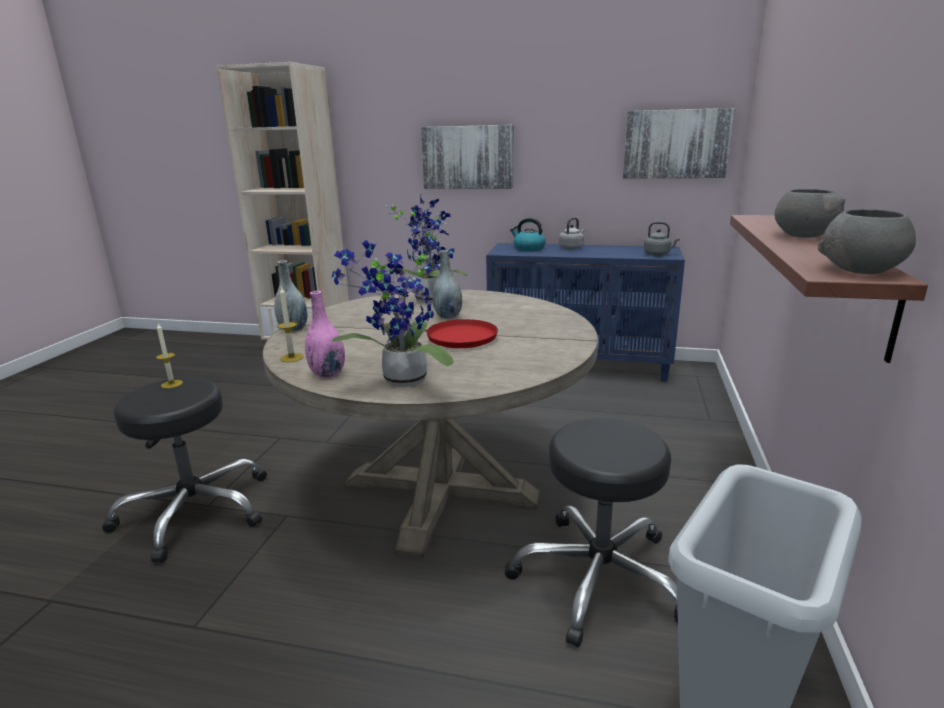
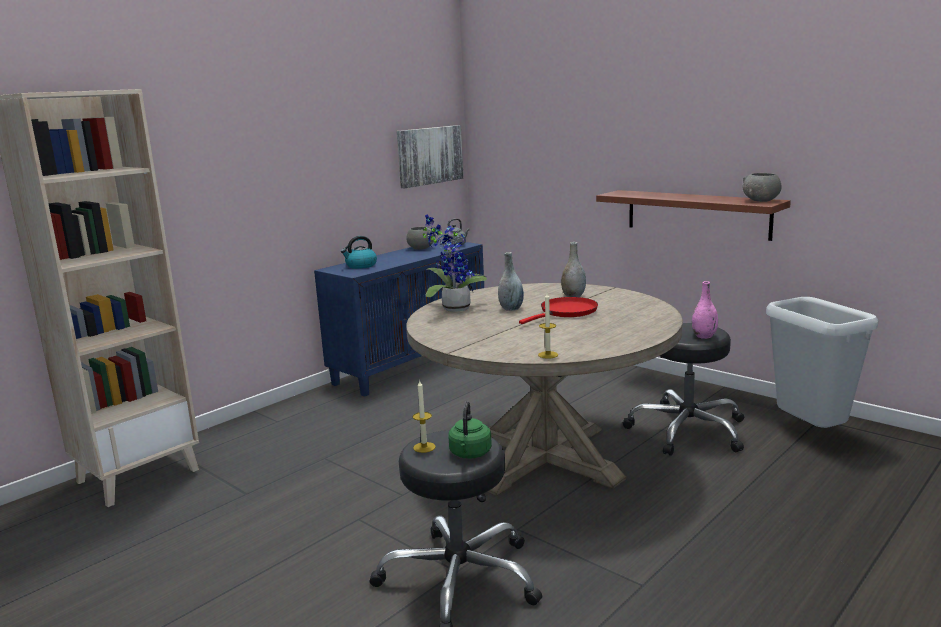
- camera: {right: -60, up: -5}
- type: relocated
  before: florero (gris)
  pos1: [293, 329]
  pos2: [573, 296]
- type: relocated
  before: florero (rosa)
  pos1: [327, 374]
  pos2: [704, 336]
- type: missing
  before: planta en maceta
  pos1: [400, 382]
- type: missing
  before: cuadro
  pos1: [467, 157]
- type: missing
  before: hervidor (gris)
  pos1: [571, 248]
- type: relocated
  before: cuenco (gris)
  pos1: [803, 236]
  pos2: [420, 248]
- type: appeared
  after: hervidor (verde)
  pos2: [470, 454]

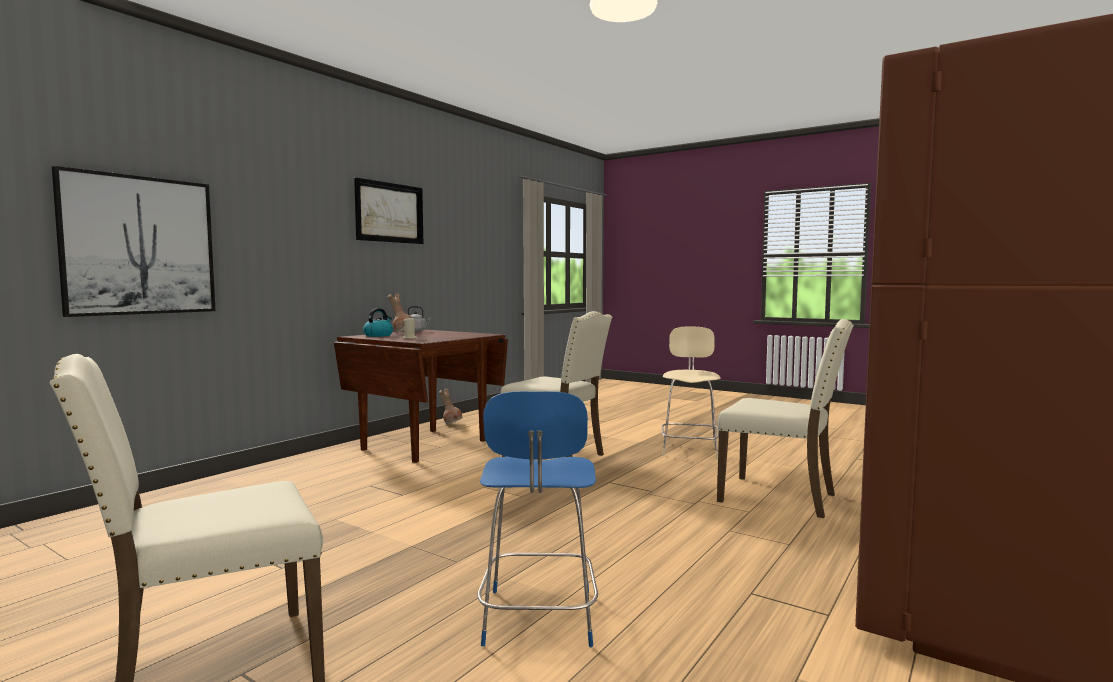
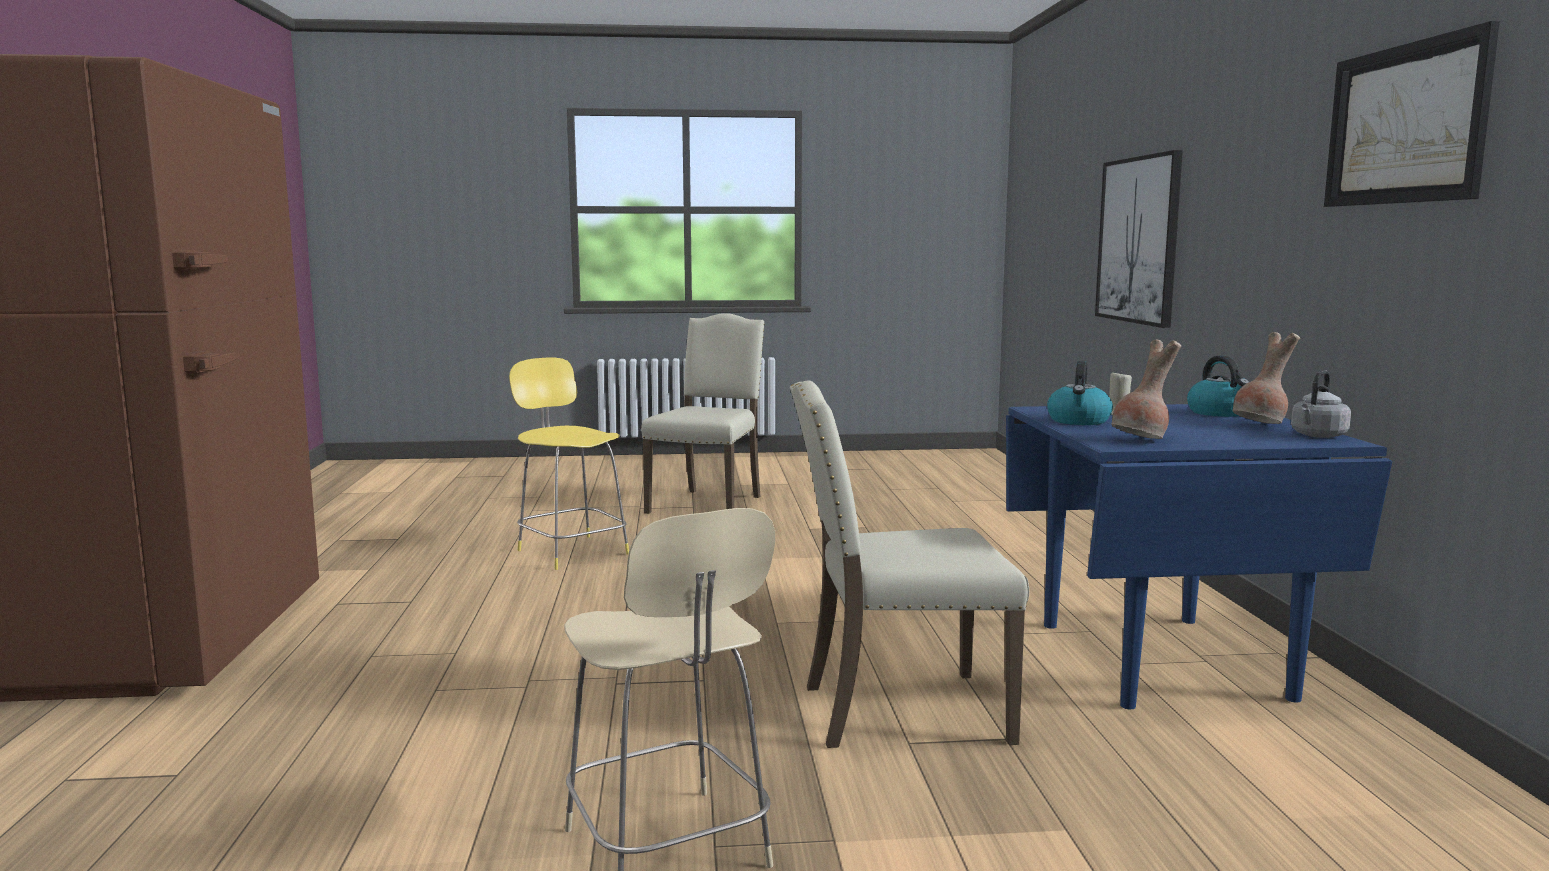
- camera: {right: 140, up: 5}
- type: colour
  before: mesa de comedor (marrón)
  after: mesa de comedor (azul)
  pos1: [425, 445]
  pos2: [1159, 659]
- type: relocated
  before: florero (marrón)
  pos1: [452, 424]
  pos2: [1141, 440]
- type: colour
  before: taburete (azul)
  after: taburete (amarillo)
  pos1: [538, 620]
  pos2: [571, 551]
- type: missing
  before: silla (beis)
  pos1: [780, 497]
- type: appeared
  after: hervidor
  pos2: [1079, 421]

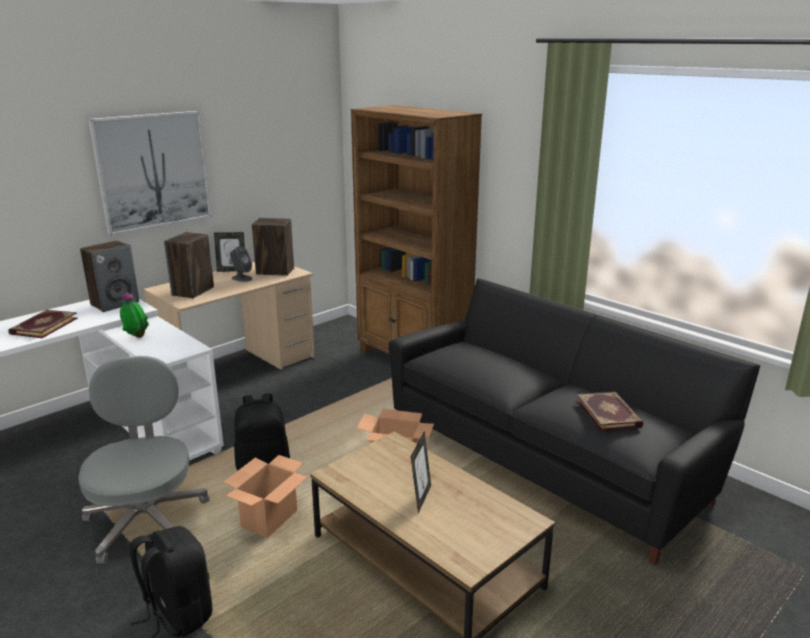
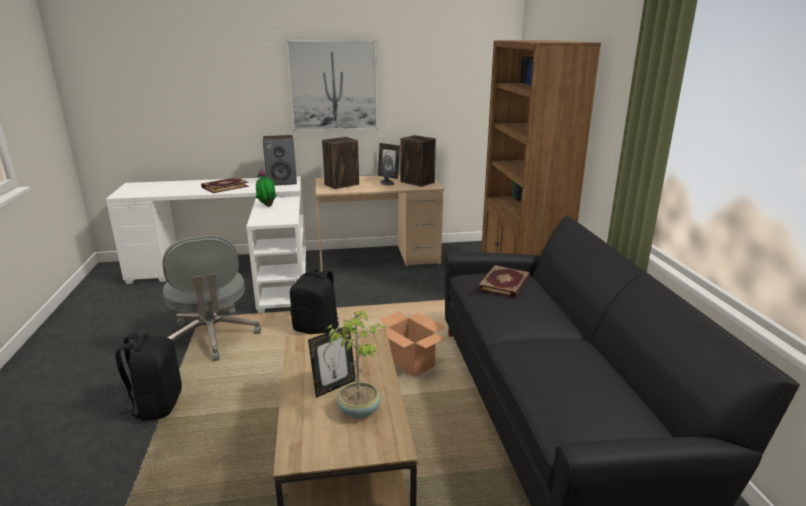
- camera: {right: 35, up: 0}
- type: spun
  before: silla de oficina (gris)
  pos1: [147, 520]
  pos2: [212, 337]
  turn: 135
- type: missing
  before: caja de cartón
  pos1: [269, 519]
- type: relocated
  before: libro
  pos1: [609, 413]
  pos2: [505, 284]
- type: appeared
  after: planta en maceta
  pos2: [359, 409]

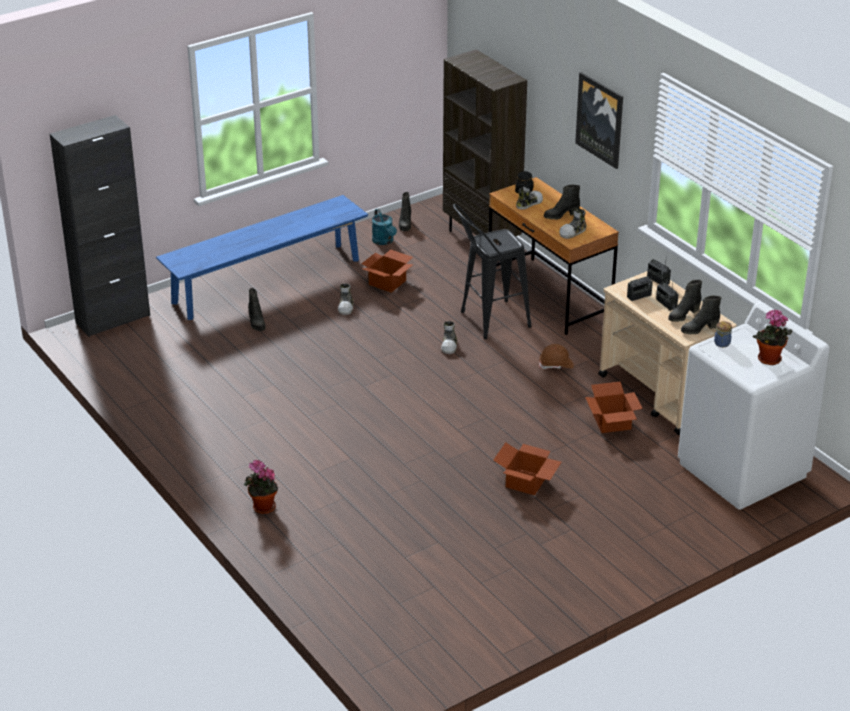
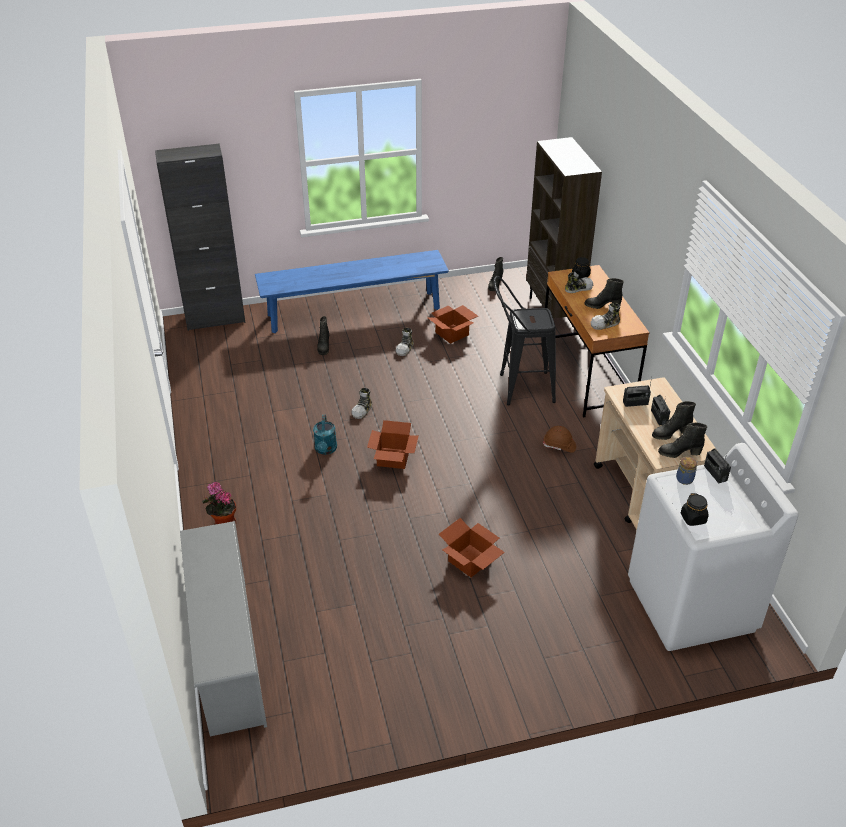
- camera: {right: 20, up: 5}
- type: relocated
  before: regadera (turquesa)
  pos1: [384, 241]
  pos2: [325, 450]
- type: relocated
  before: zapato
  pos1: [449, 345]
  pos2: [363, 410]
- type: missing
  before: cuadro
  pos1: [600, 119]
- type: relocated
  before: caja de cartón
  pos1: [611, 423]
  pos2: [392, 458]
- type: relocated
  before: radio
  pos1: [658, 280]
  pos2: [715, 473]
- type: missing
  before: planta en maceta
  pos1: [769, 360]
- type: appeared
  after: zapatero (gris)
  pos2: [227, 654]
- type: appeared
  after: tarro (negro)
  pos2: [693, 518]

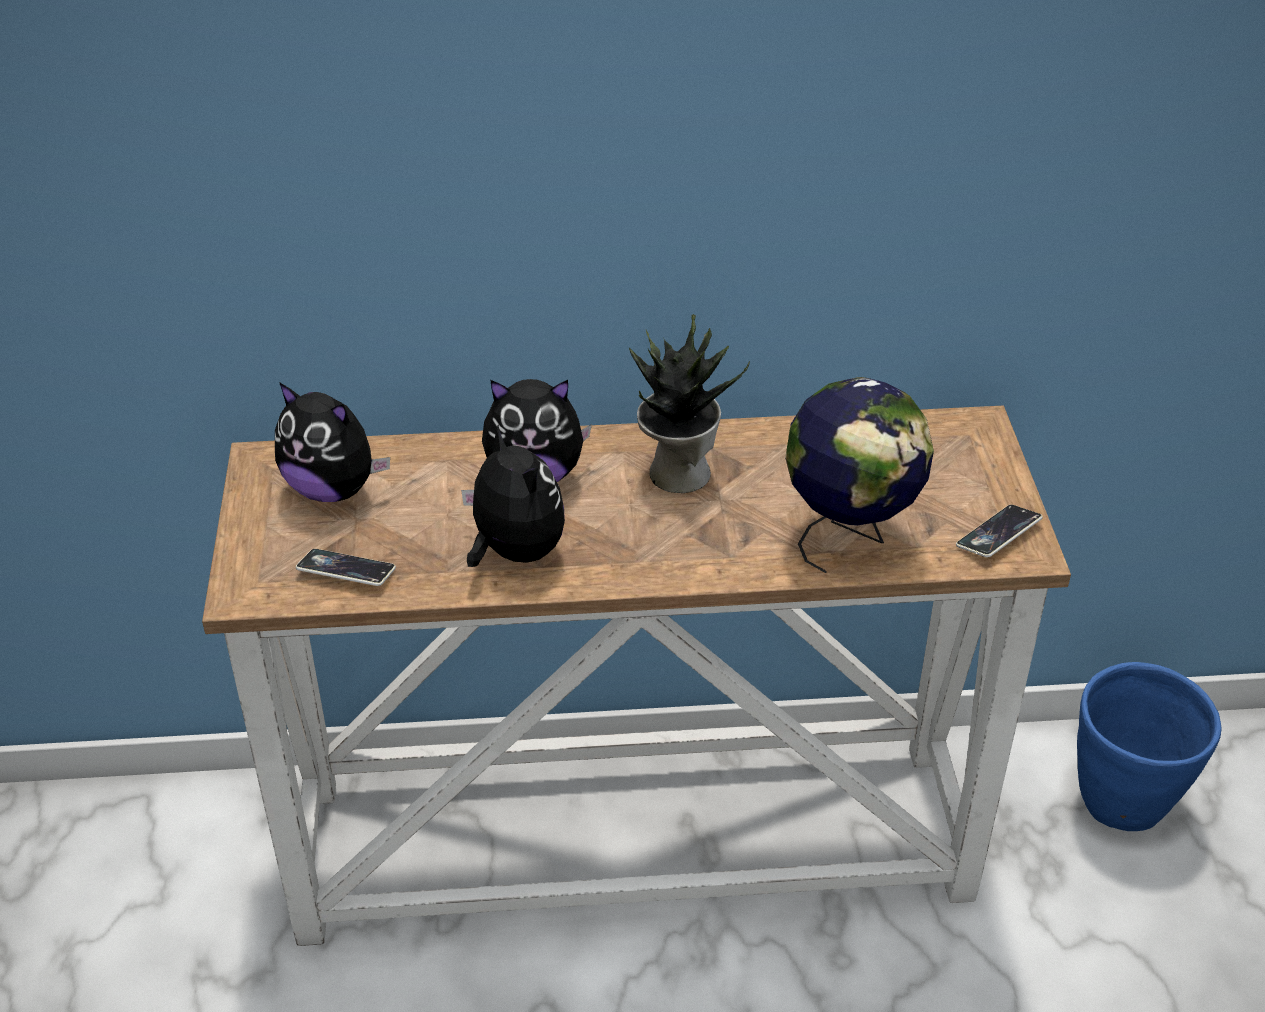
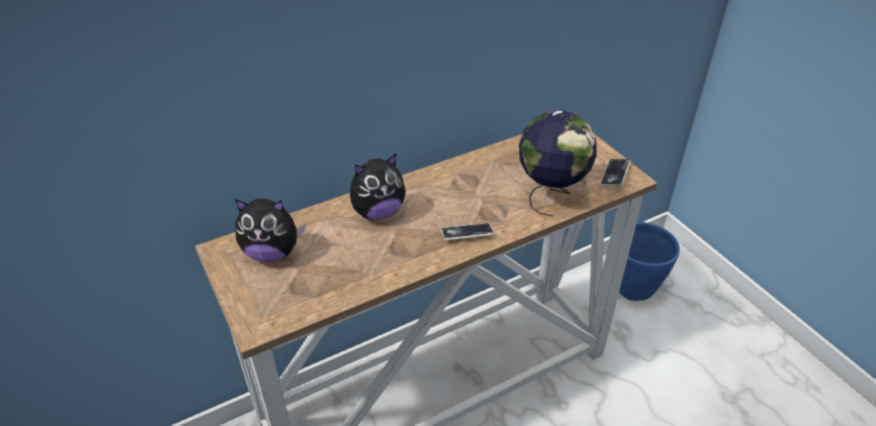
- camera: {right: -25, up: 0}
- type: relocated
  before: móvil
  pos1: [346, 572]
  pos2: [467, 234]
- type: missing
  before: peluche
  pos1: [514, 552]
- type: missing
  before: planta en maceta
  pos1: [677, 472]

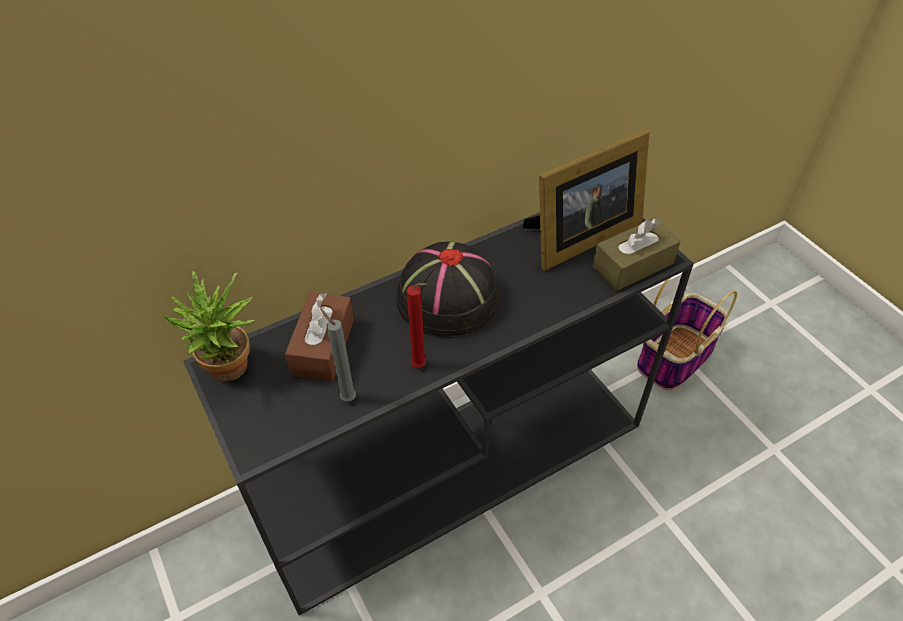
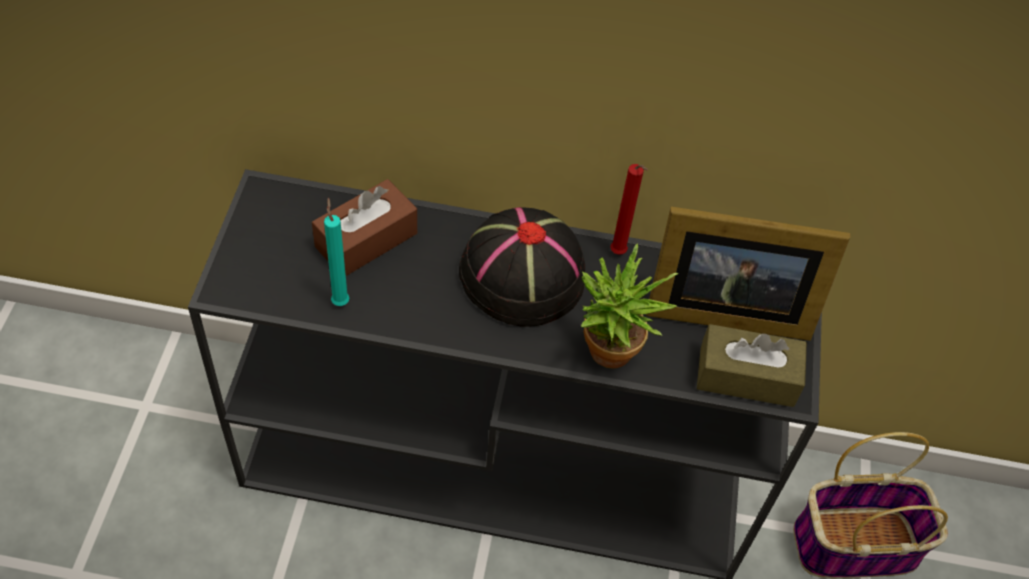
- camera: {right: 35, up: 5}
- type: relocated
  before: planta en maceta
  pos1: [230, 372]
  pos2: [608, 358]
- type: colour
  before: vela (gris)
  after: vela (turquesa)
  pos1: [346, 397]
  pos2: [340, 300]
- type: relocated
  before: vela (rojo)
  pos1: [421, 366]
  pos2: [619, 254]

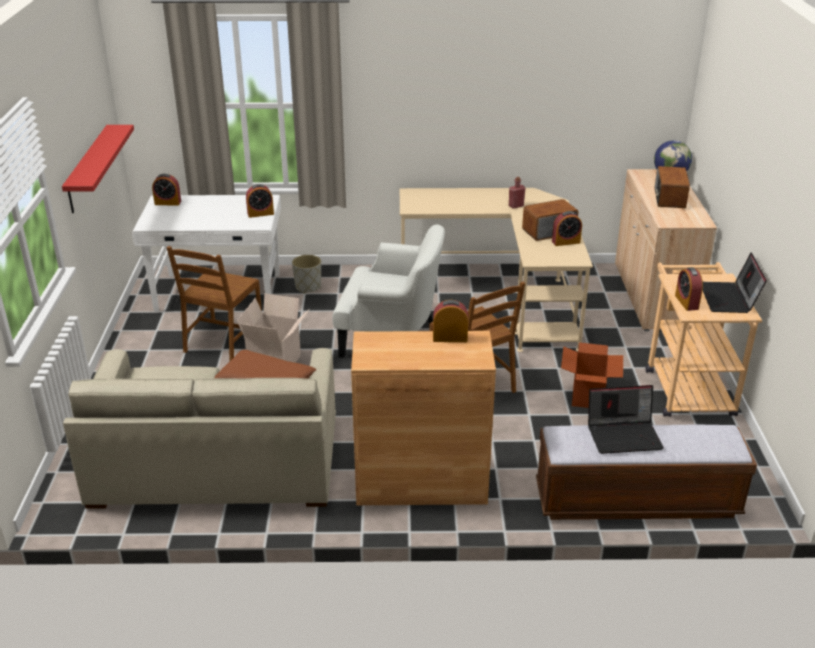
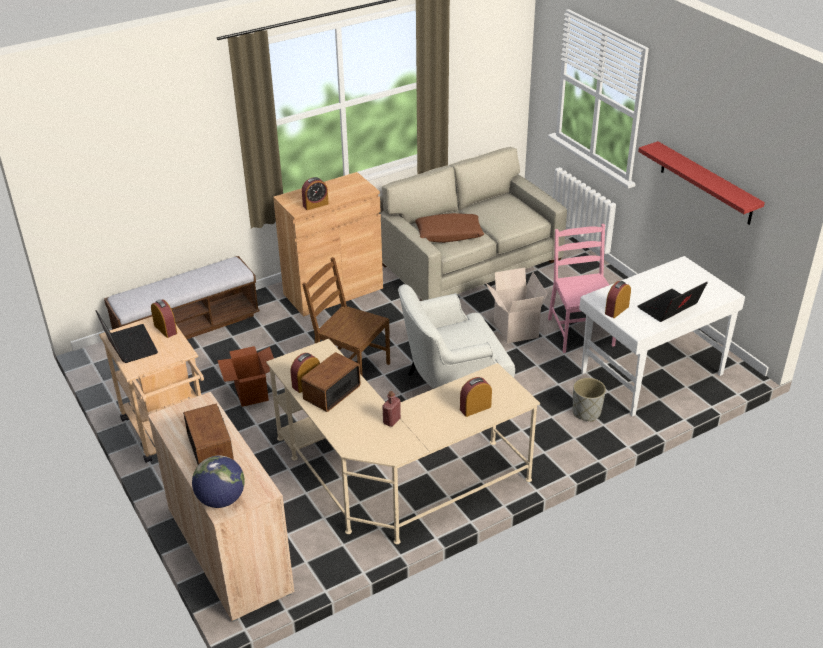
- camera: {right: 150, up: 5}
- type: relocated
  before: despertador
  pos1: [168, 203]
  pos2: [475, 408]
- type: colour
  before: silla (marrón)
  after: silla (rosa)
  pos1: [223, 341]
  pos2: [579, 332]
- type: relocated
  before: portátil
  pos1: [624, 435]
  pos2: [669, 309]

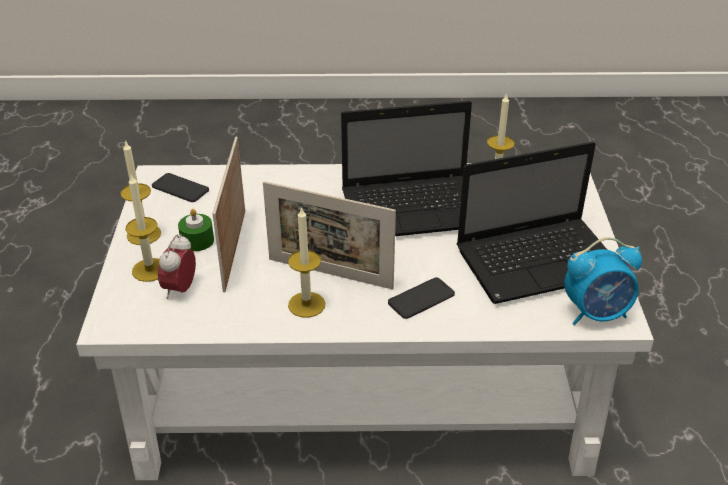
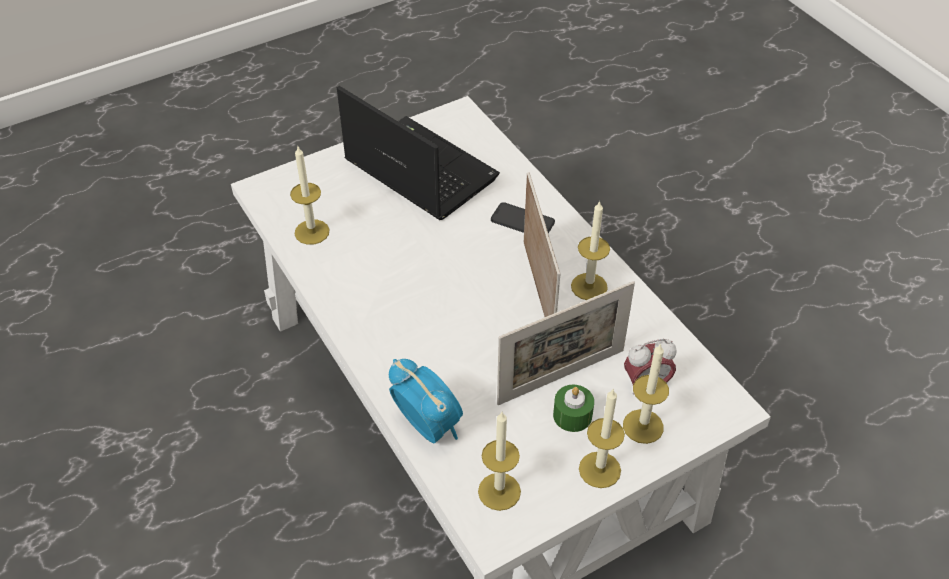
- camera: {right: -120, up: 10}
- type: exchanged
  before: móvil
  after: vela
  pos1: [180, 188]
  pos2: [499, 491]
- type: missing
  before: portátil
  pos1: [415, 209]
- type: relocated
  before: despertador
  pos1: [596, 313]
  pos2: [428, 425]

